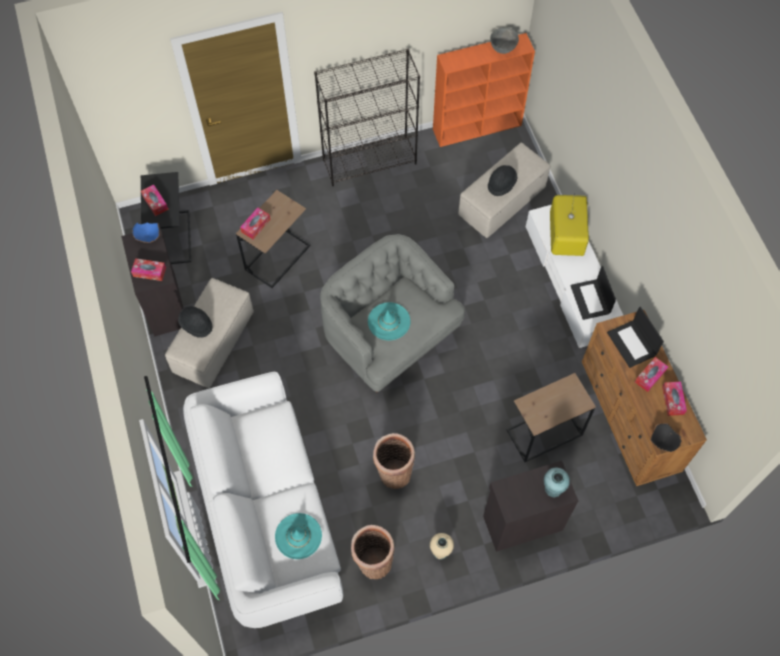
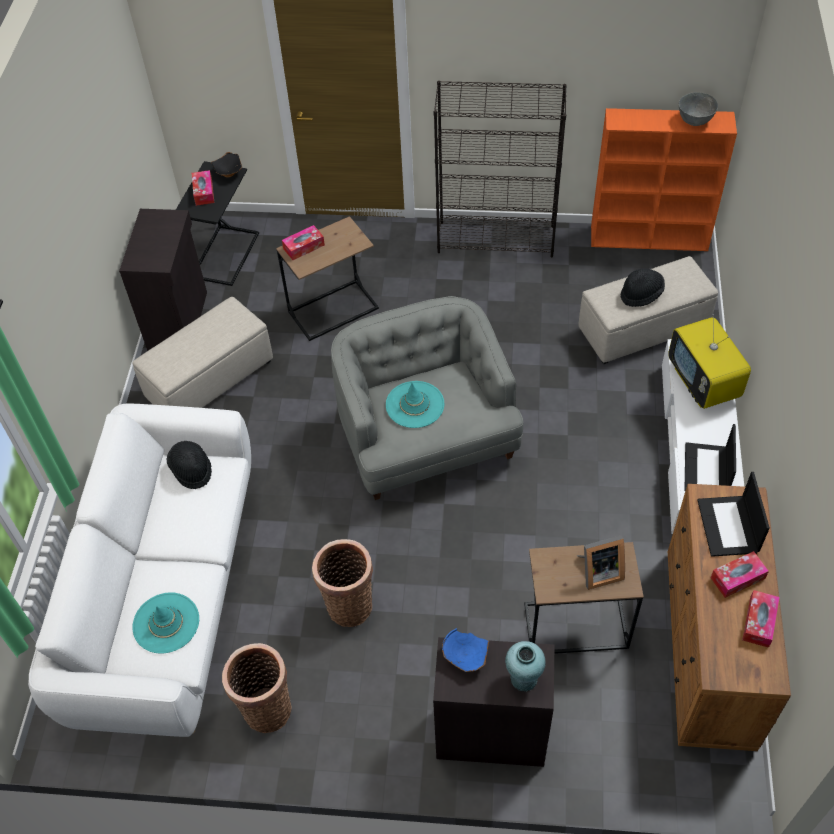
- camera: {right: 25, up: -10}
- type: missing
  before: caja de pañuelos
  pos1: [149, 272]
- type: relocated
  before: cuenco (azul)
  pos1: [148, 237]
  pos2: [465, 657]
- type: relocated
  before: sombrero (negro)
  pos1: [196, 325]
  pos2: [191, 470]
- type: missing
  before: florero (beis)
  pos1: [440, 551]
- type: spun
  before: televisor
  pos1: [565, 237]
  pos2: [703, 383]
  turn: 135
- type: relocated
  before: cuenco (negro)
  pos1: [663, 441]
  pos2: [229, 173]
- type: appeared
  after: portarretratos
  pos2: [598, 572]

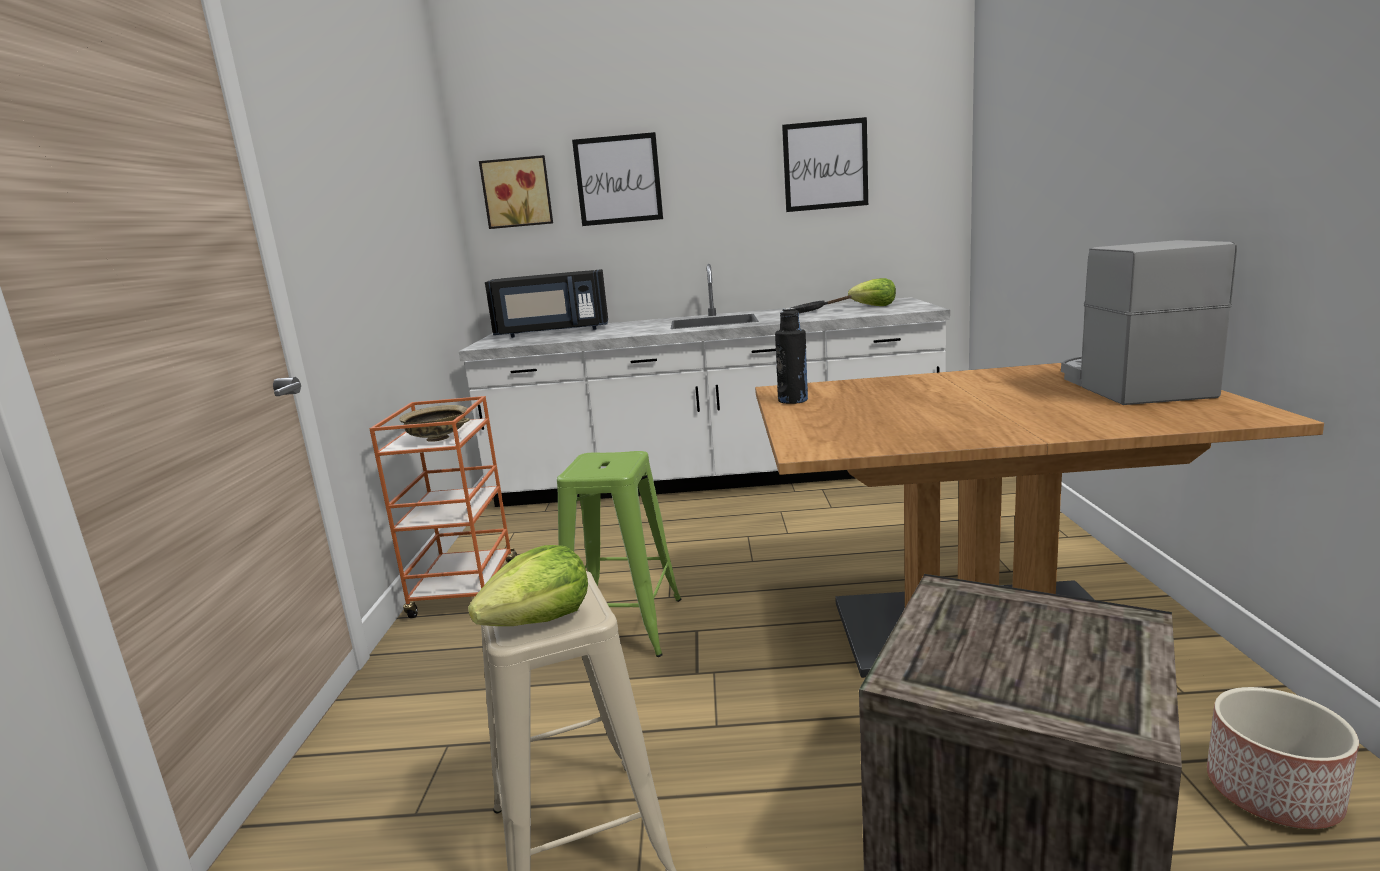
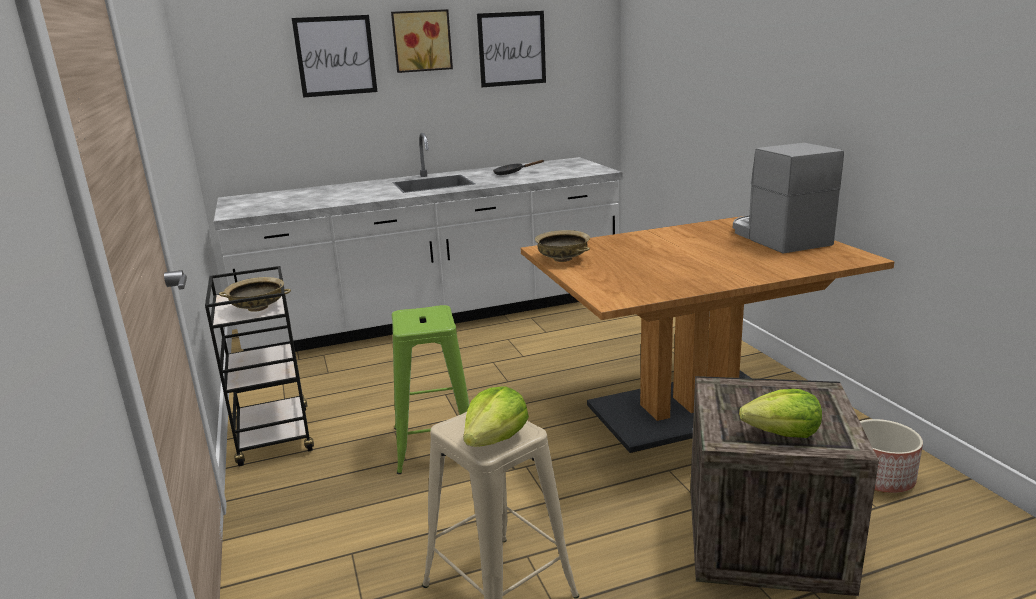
- camera: {right: -20, up: 5}
- type: colour
  before: carrito (naranja)
  after: carrito (negro)
  pos1: [465, 591]
  pos2: [275, 437]
- type: relocated
  before: cuadro
  pos1: [517, 192]
  pos2: [421, 41]
- type: missing
  before: microondas (negro)
  pos1: [552, 332]
- type: exchanged
  before: botella (negro)
  after: cuenco (beis)
  pos1: [793, 400]
  pos2: [563, 259]
- type: relocated
  before: lechuga
  pos1: [874, 306]
  pos2: [782, 433]

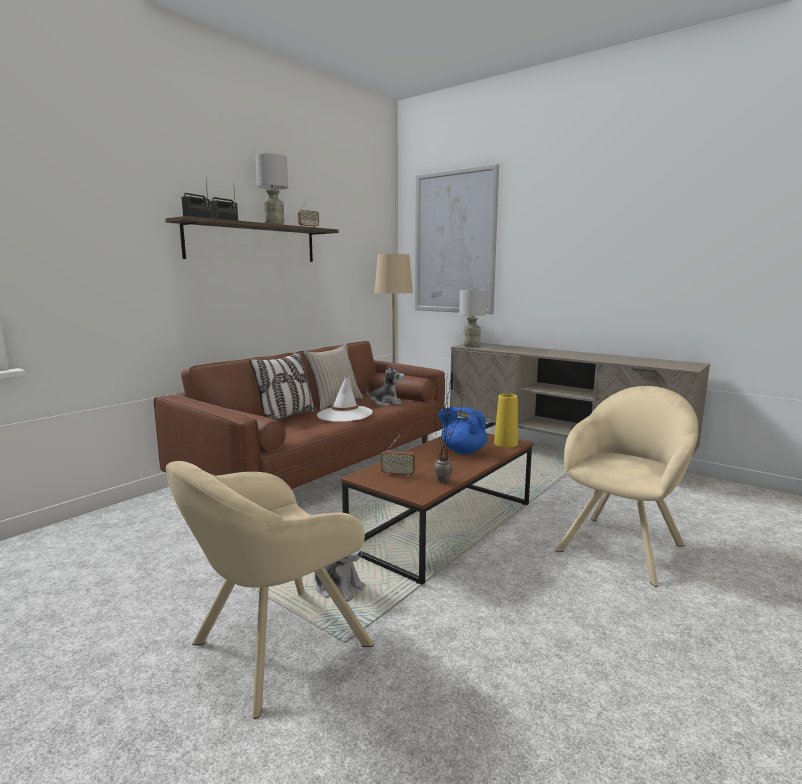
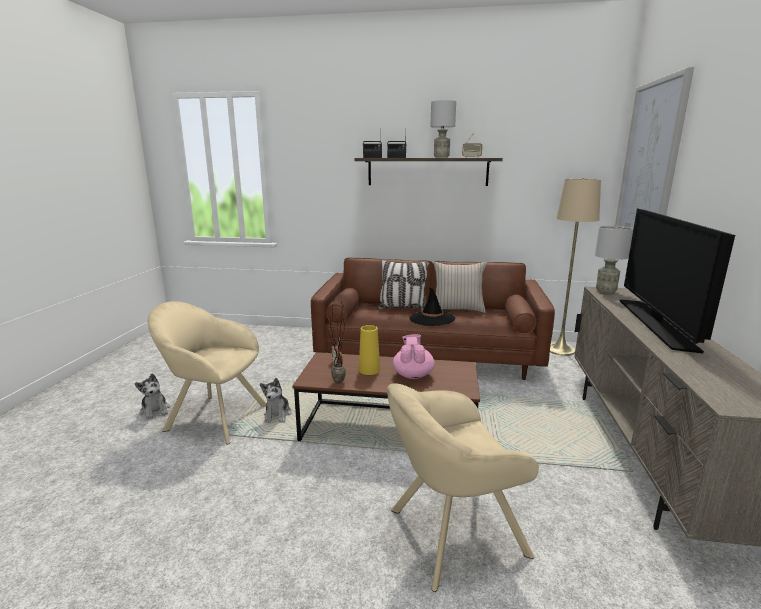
- camera: {right: 60, up: 5}
- type: colour
  before: sombrero (blanco)
  after: sombrero (negro)
  pos1: [345, 414]
  pos2: [432, 319]
- type: relocated
  before: peluche
  pos1: [386, 403]
  pos2: [155, 410]
- type: colour
  before: tetera (azul)
  after: tetera (rosa)
  pos1: [462, 451]
  pos2: [413, 375]
- type: relocated
  before: florero (amarillo)
  pos1: [505, 443]
  pos2: [369, 370]
- type: spun
  before: sillón (beis)
  pos1: [623, 545]
  pos2: [450, 534]
  turn: 150
- type: appeared
  after: televisor
  pos2: [656, 324]

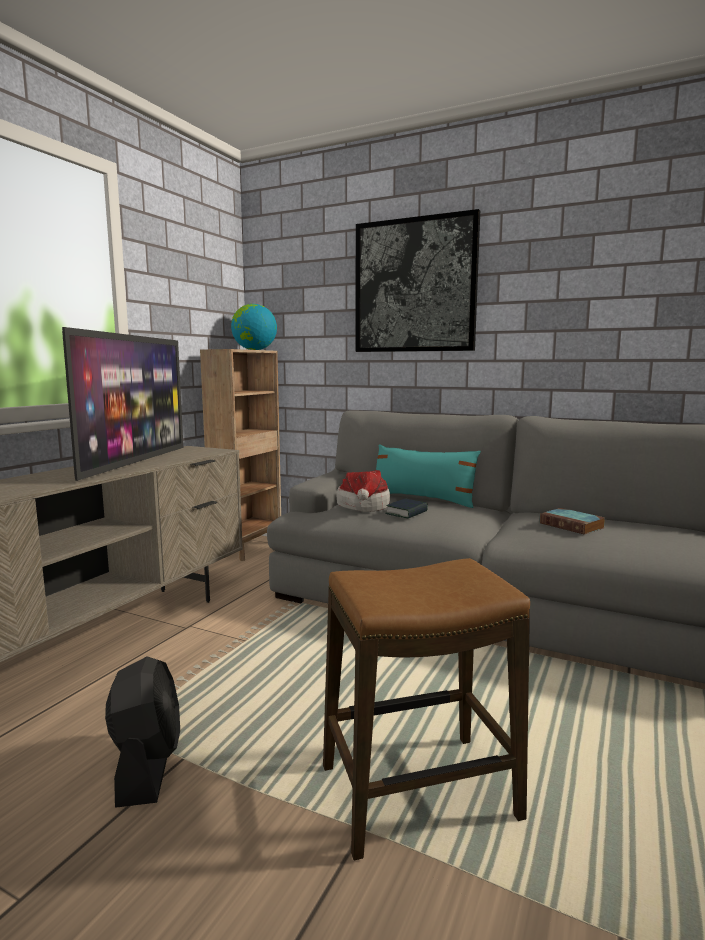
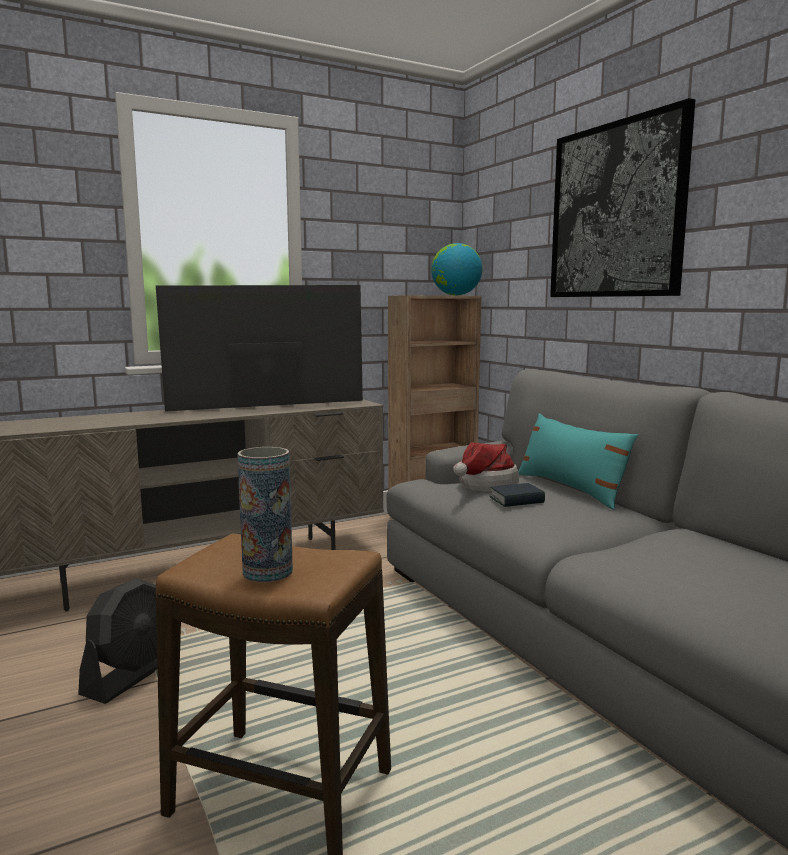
- camera: {right: 35, up: 0}
- type: spun
  before: televisor
  pos1: [135, 462]
  pos2: [267, 407]
  turn: -150
- type: missing
  before: libro
  pos1: [573, 526]
- type: appeared
  after: florero
  pos2: [267, 572]

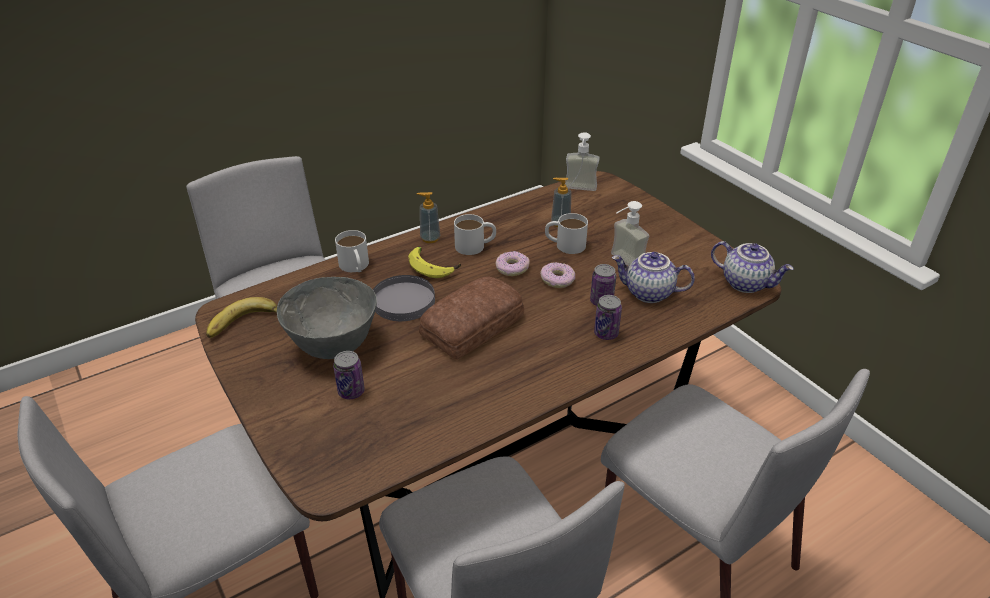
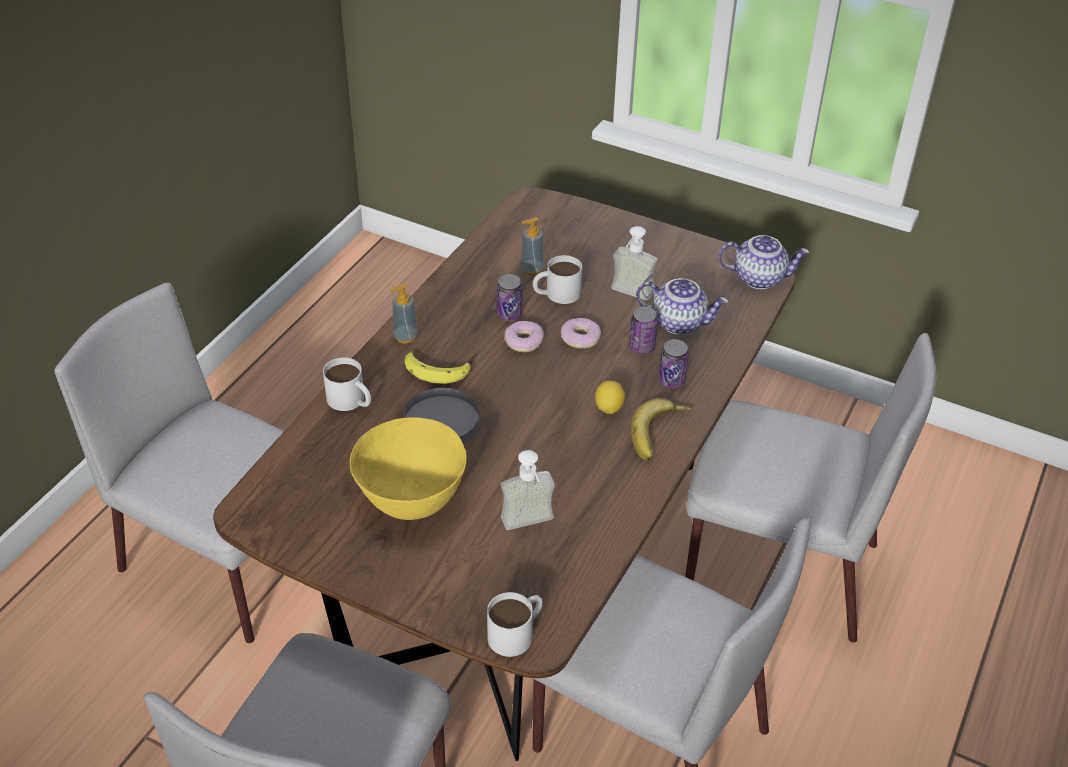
- camera: {right: -30, up: 5}
- type: relocated
  before: plátano
  pos1: [245, 325]
  pos2: [660, 434]
- type: colour
  before: cuenco (gris)
  after: cuenco (amarillo)
  pos1: [333, 346]
  pos2: [412, 501]
- type: relocated
  before: lata
  pos1: [351, 391]
  pos2: [509, 314]
- type: missing
  before: pan
  pos1: [475, 326]
- type: relocated
  before: taza grande (blanco)
  pos1: [475, 245]
  pos2: [517, 632]
- type: relocated
  before: dispensador de jabón
  pos1: [579, 190]
  pos2: [530, 526]
- type: spun
  before: tetera
  pos1: [648, 293]
  pos2: [679, 322]
  turn: -150
- type: appeared
  after: limón
  pos2: [609, 408]

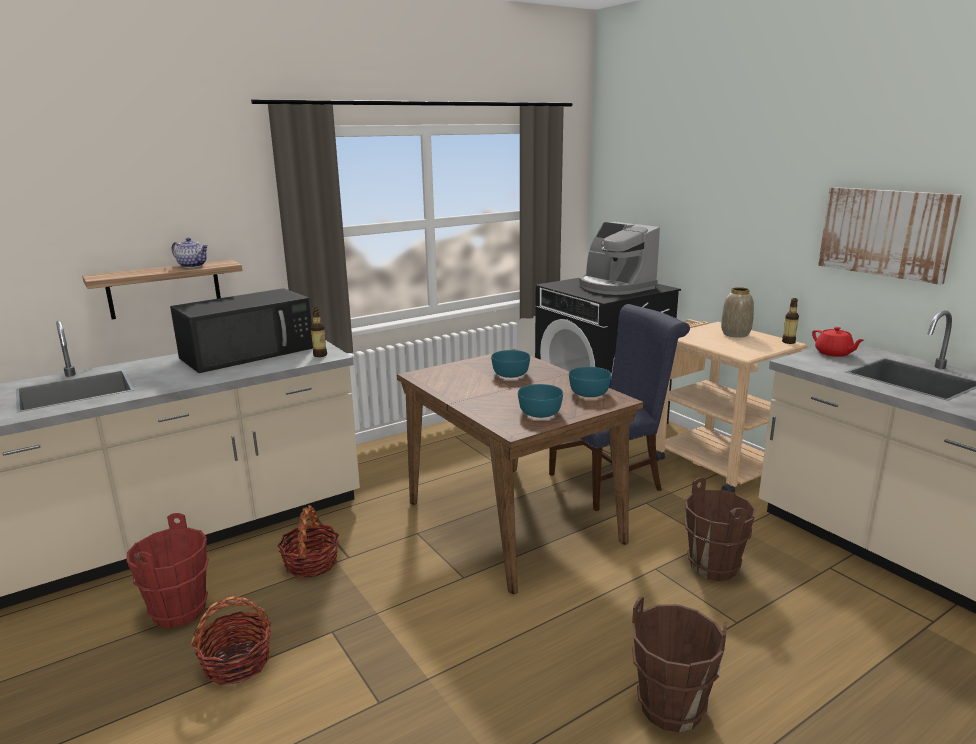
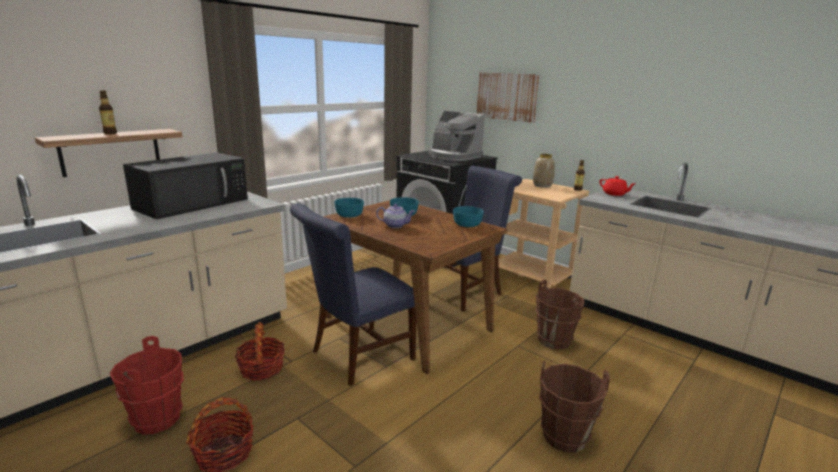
- camera: {right: -15, up: 0}
- type: relocated
  before: tetera
  pos1: [193, 266]
  pos2: [395, 225]
- type: relocated
  before: botella
  pos1: [320, 355]
  pos2: [110, 133]
- type: relocated
  before: cuenco (turquesa)
  pos1: [540, 412]
  pos2: [349, 215]
- type: relocated
  before: cuadro
  pos1: [885, 232]
  pos2: [507, 96]
- type: appeared
  after: silla (azul)
  pos2: [357, 357]

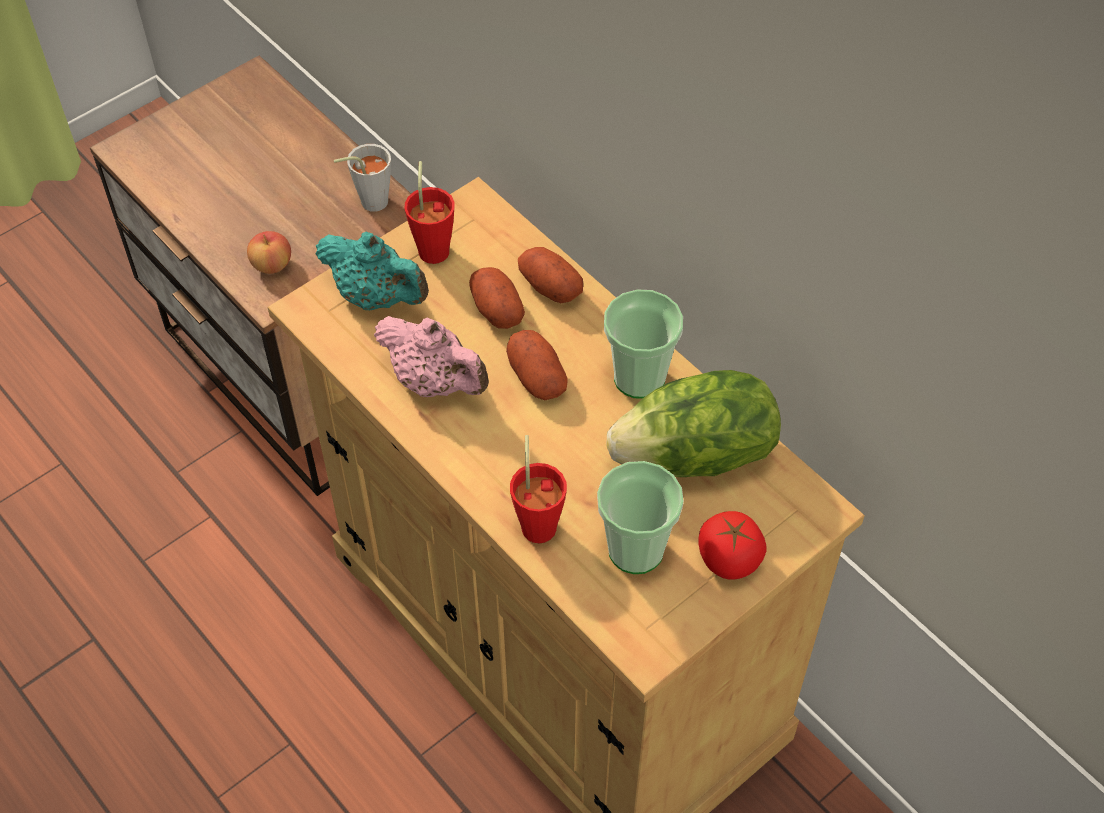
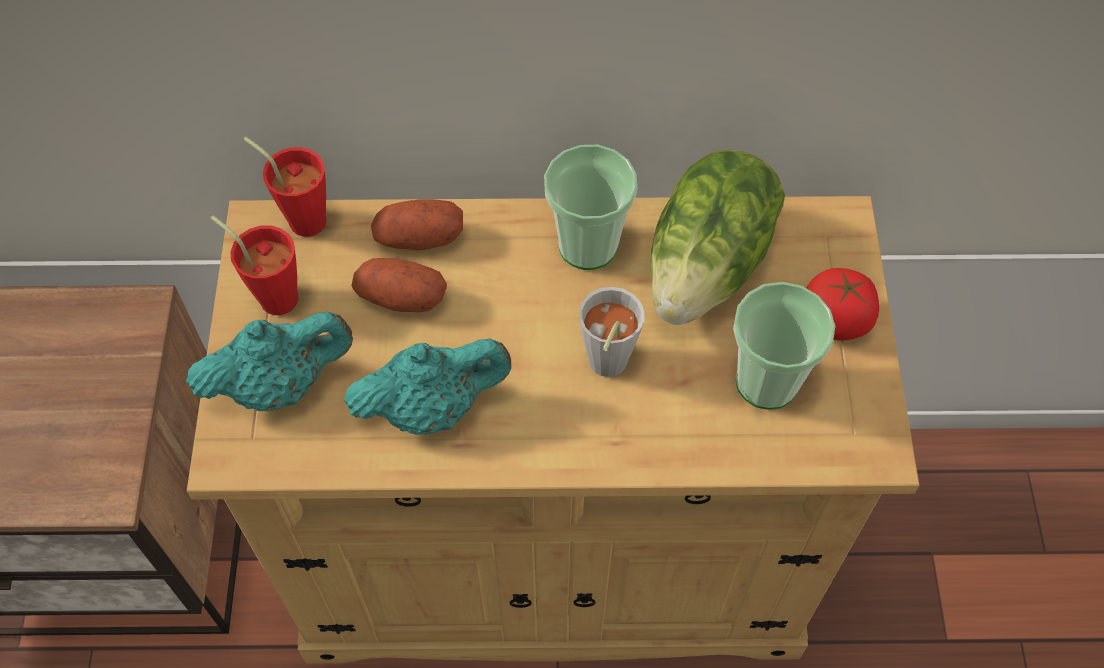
- camera: {right: -50, up: 5}
- type: missing
  before: manzana
  pos1: [272, 265]
- type: relocated
  before: taza (gris)
  pos1: [368, 203]
  pos2: [604, 367]
- type: colour
  before: tetera (rosa)
  after: tetera (turquesa)
  pos1: [435, 382]
  pos2: [433, 407]
- type: missing
  before: patata
  pos1: [537, 377]
- type: relocated
  before: taza (rojo)
  pos1: [538, 520]
  pos2: [301, 217]

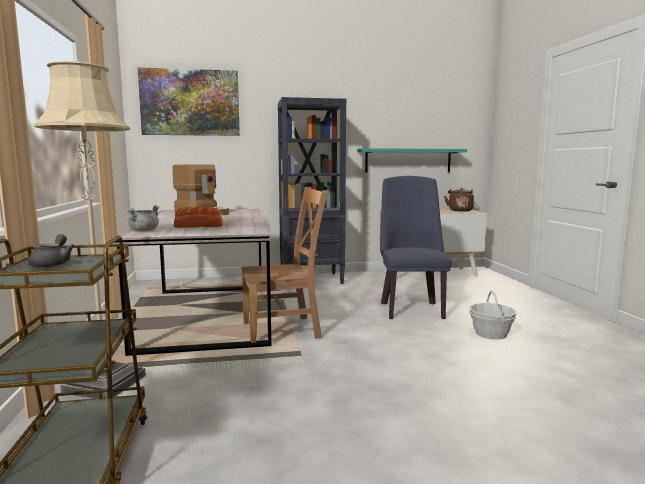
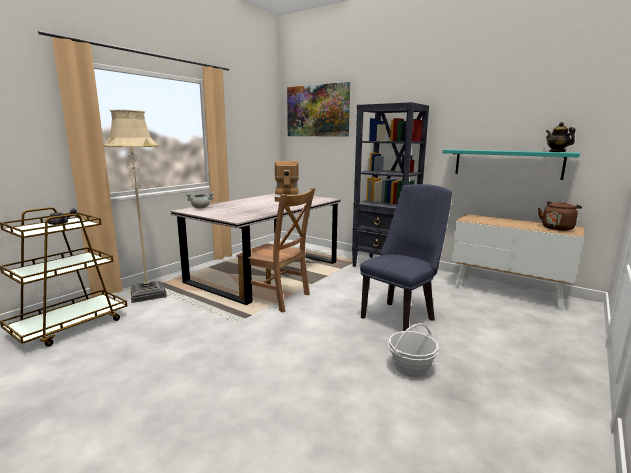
- camera: {right: 45, up: 5}
- type: missing
  before: pan
  pos1: [199, 226]
- type: appeared
  after: tetera
  pos2: [556, 152]

